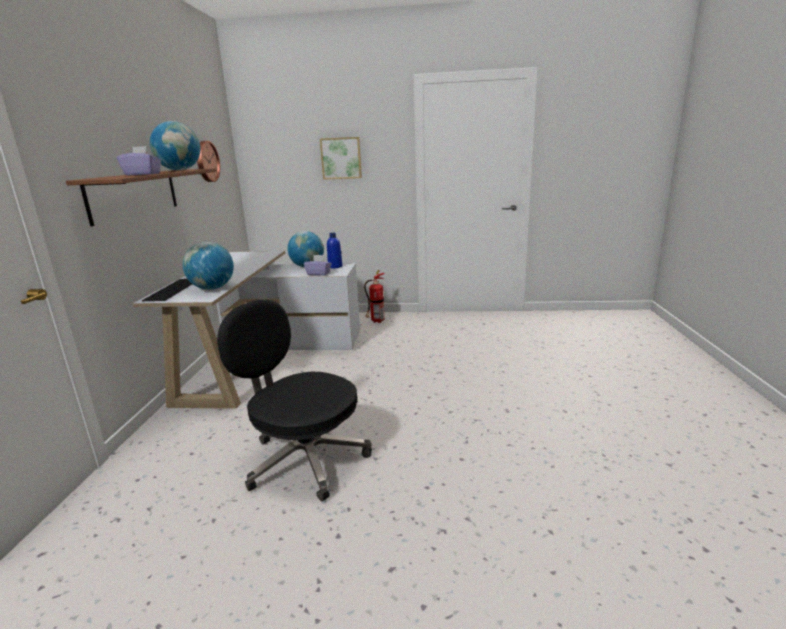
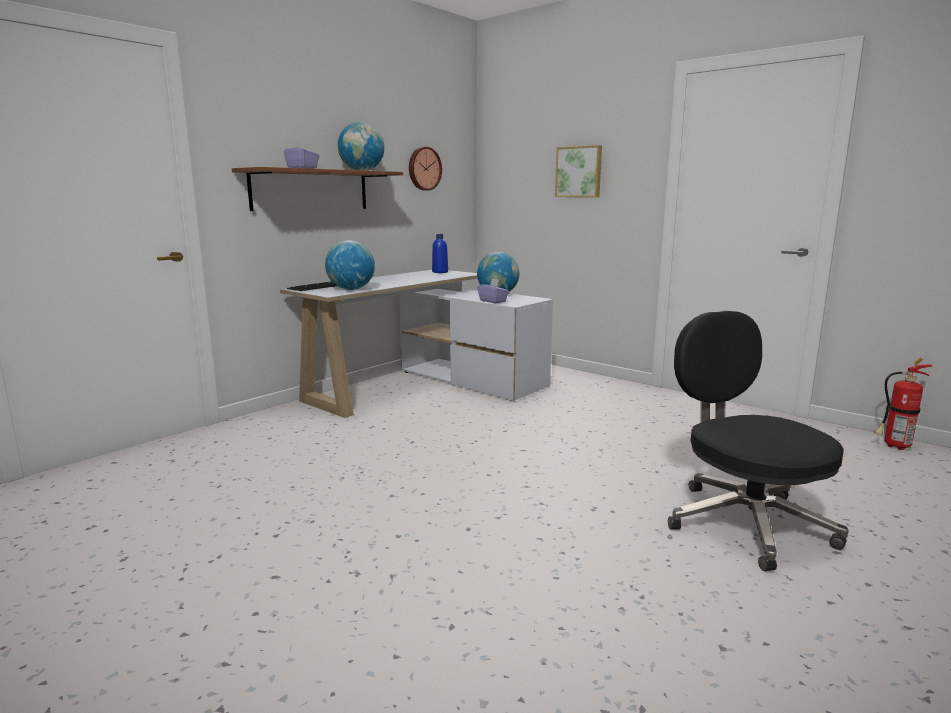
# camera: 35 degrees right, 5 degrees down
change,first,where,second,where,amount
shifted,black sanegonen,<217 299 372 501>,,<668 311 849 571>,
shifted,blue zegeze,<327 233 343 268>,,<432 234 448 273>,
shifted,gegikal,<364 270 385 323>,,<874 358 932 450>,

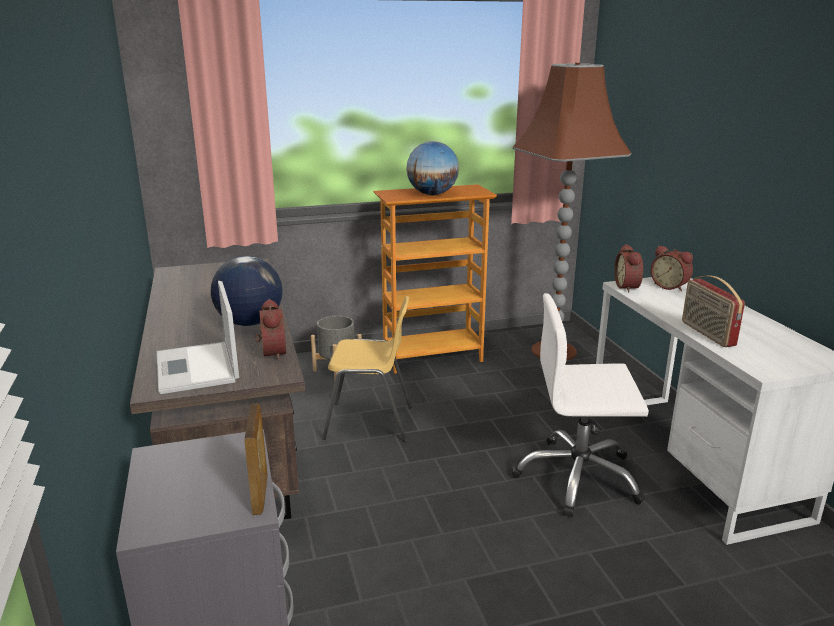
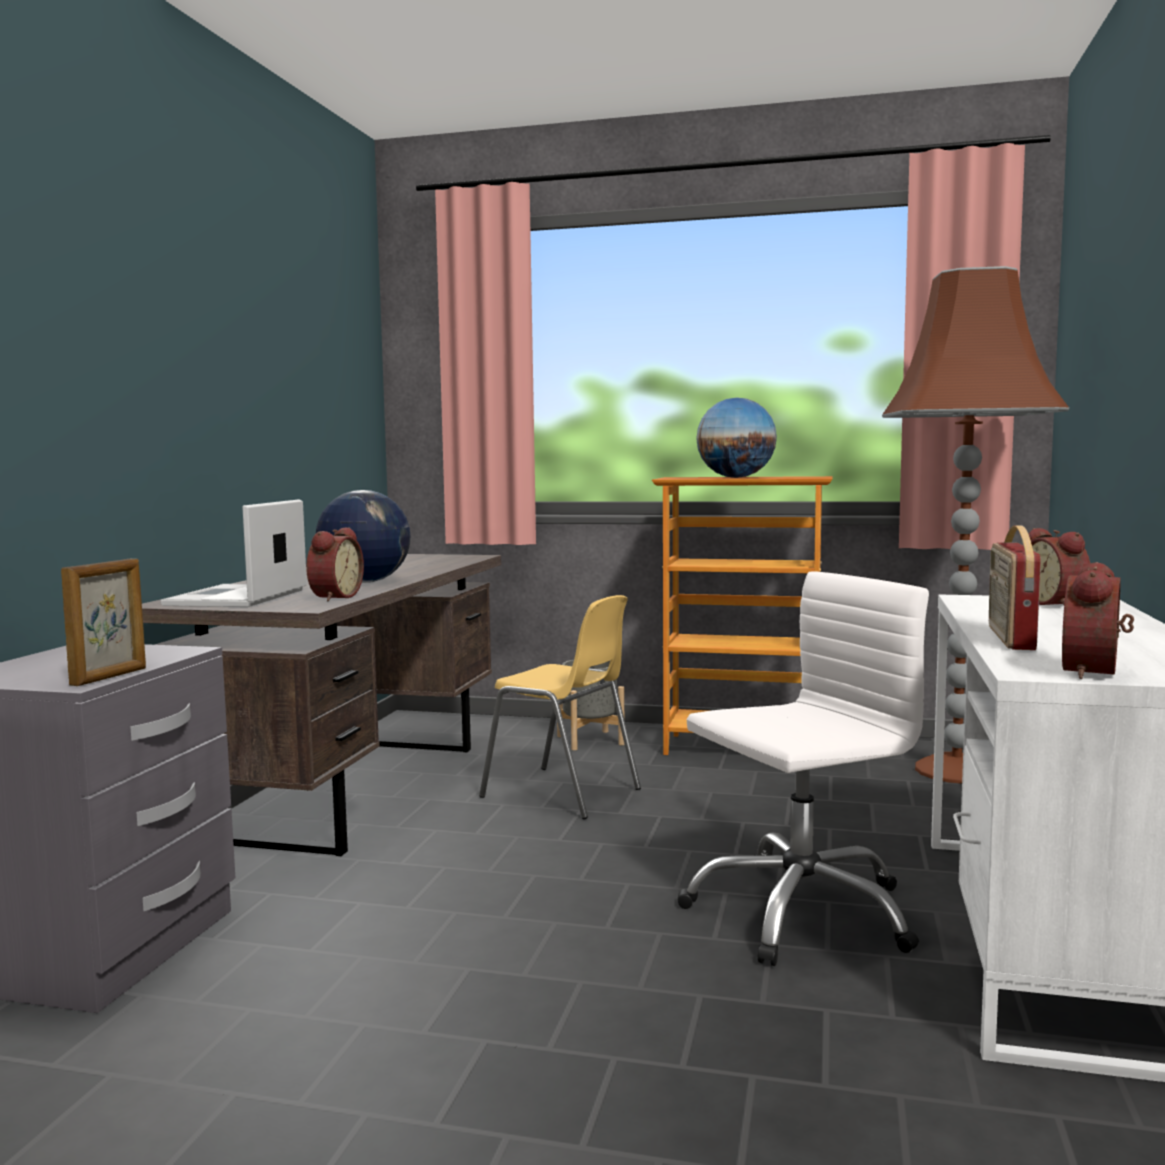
# camera: 30 degrees right, 15 degrees down
change,first,where,second,where,amount
rotated,white sanegonen,<512 293 649 517>,,<677 571 929 966>,120 degrees clockwise
shifted,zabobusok,<614 244 643 293>,,<1062 562 1134 679>,

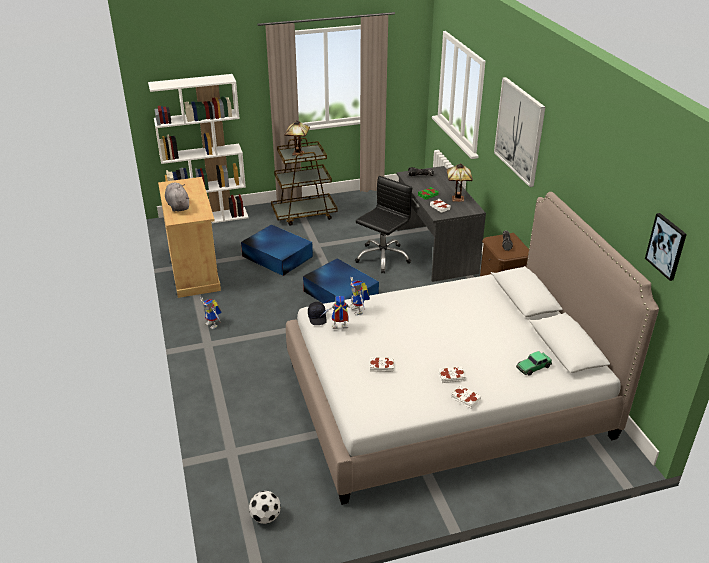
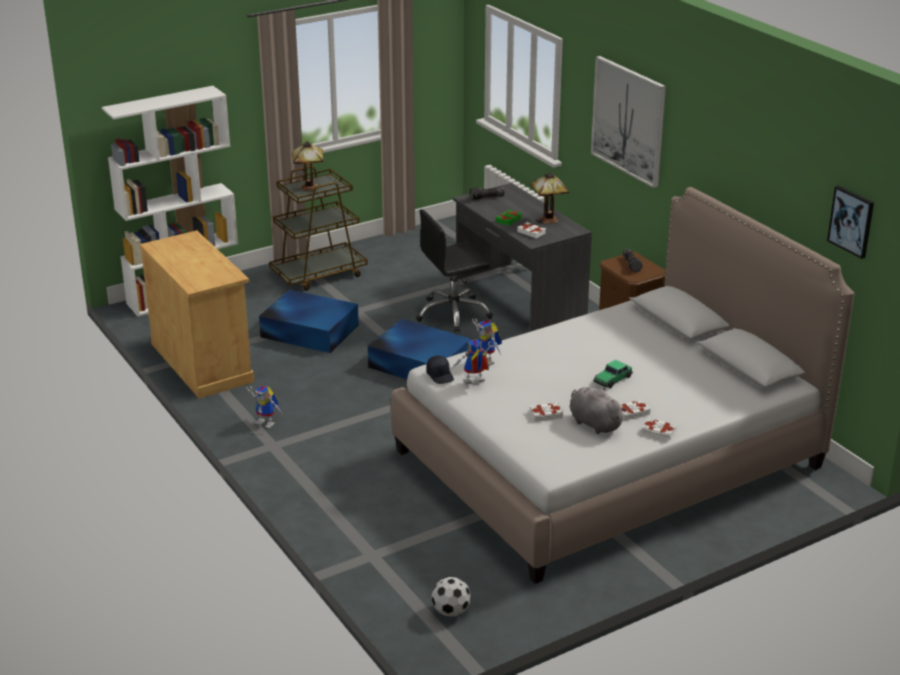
# camera: 15 degrees left, 5 degrees down
change,first,where,second,where,amount
shifted,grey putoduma,<165 183 189 212>,,<569 387 627 434>,
rotated,black sanegonen,<355 176 412 273>,,<416 209 493 332>,135 degrees counterclockwise
shifted,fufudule,<516 351 552 376>,,<594 360 633 388>,

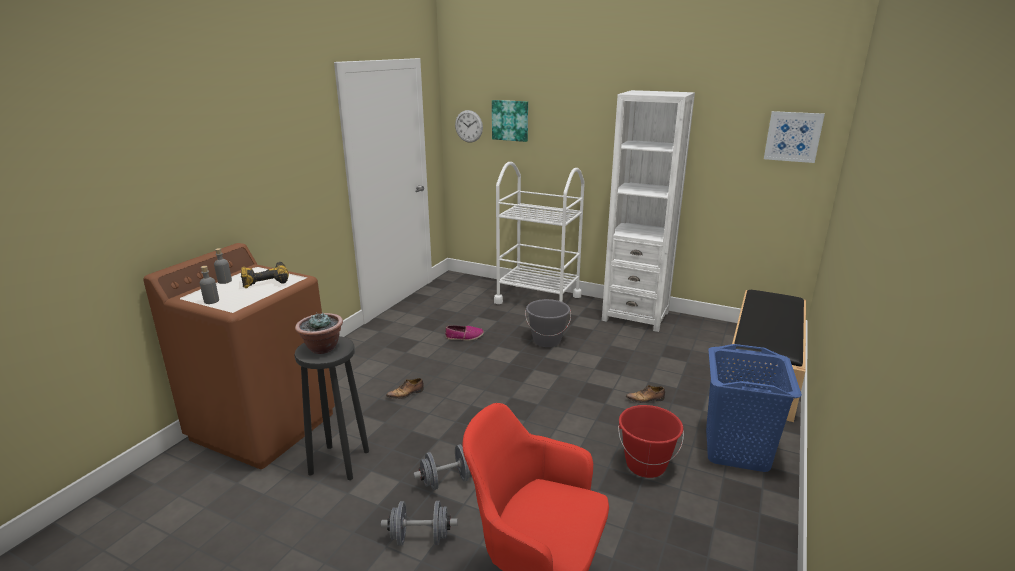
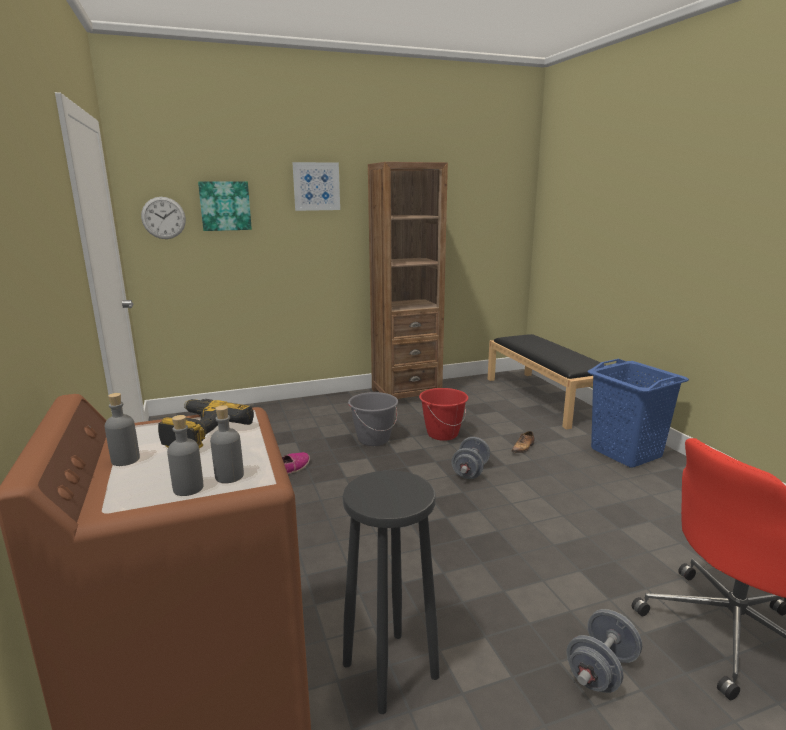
# camera: 45 degrees left, 5 degrees down
change,first,where,second,where,amount
gone,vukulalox,<295 312 343 354>,,,
gone,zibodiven,<386 378 424 399>,,,
shifted,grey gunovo,<413 444 471 490>,,<451 437 490 479>,
gone,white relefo,<494 162 585 304>,,,
repainted,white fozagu,<602 90 695 332>,brown fozagu,<368 162 448 399>,
shifted,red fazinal,<618 405 684 478>,,<419 388 468 441>,
shifted,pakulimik,<764 111 825 163>,,<292 162 340 211>,
new,,,grey zegeze,<210 405 244 483>,

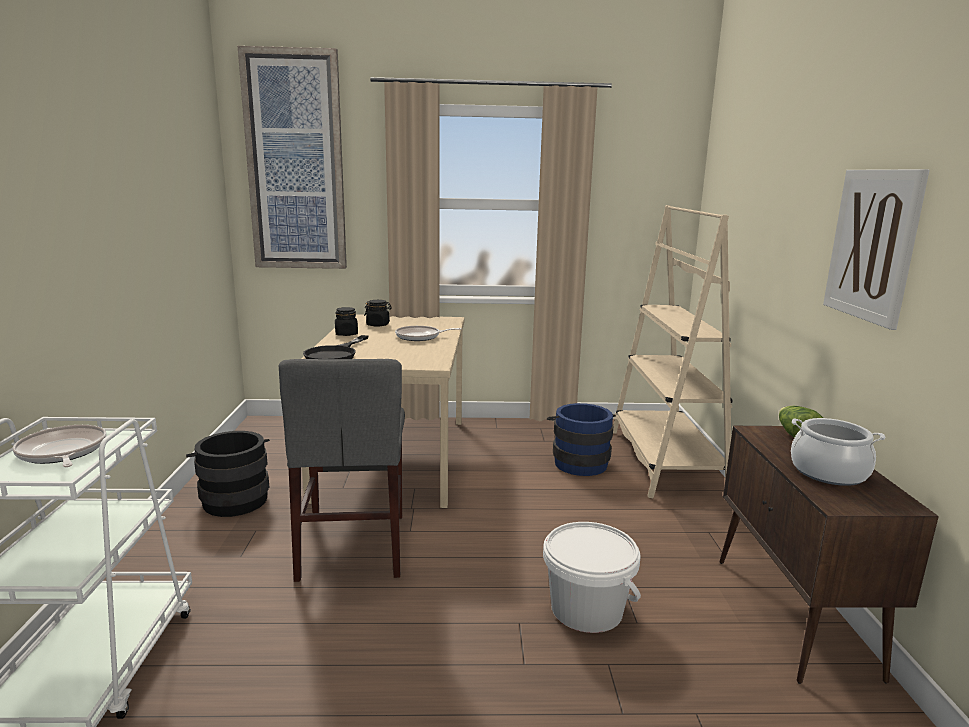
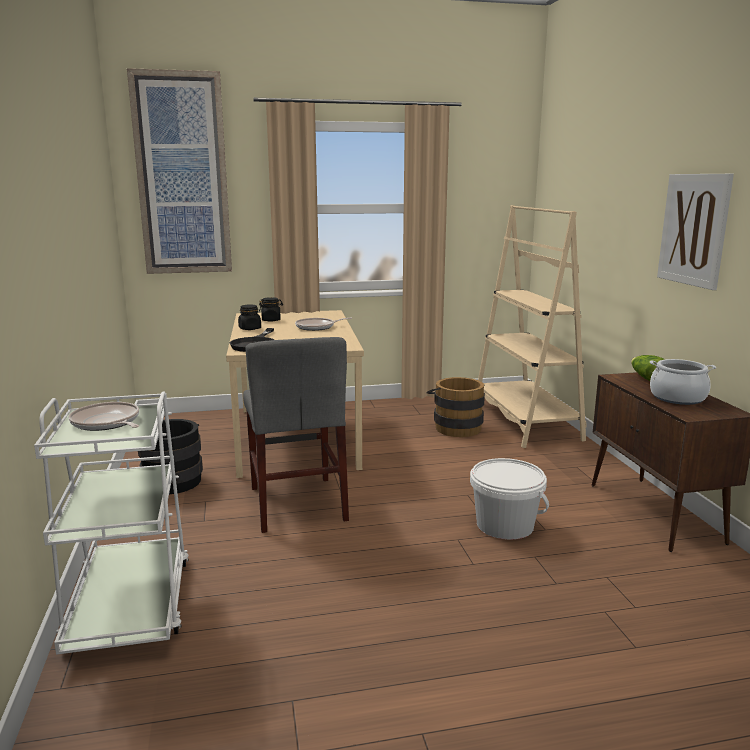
# camera: 10 degrees left, 0 degrees up
change,first,where,second,where,amount
repainted,blue fazinal,<547 403 616 476>,brown fazinal,<427 377 485 437>,

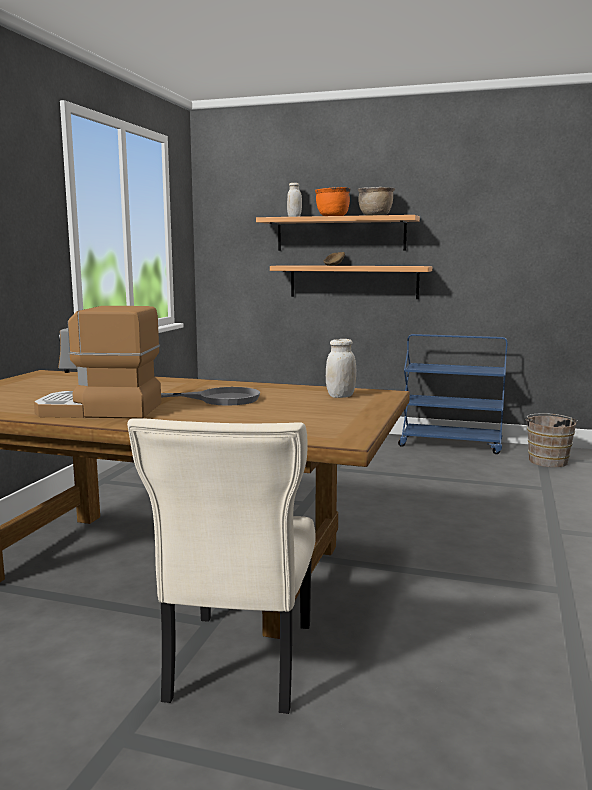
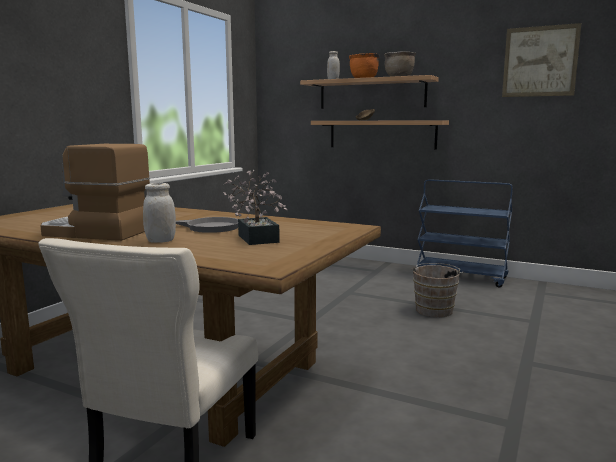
# camera: 10 degrees right, 0 degrees up
change,first,where,second,where,amount
shifted,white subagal,<326 339 356 398>,,<143 183 176 243>,
shifted,brown fazinal,<525 413 578 467>,,<411 263 463 317>,
new,,,vukulalox,<223 170 287 245>,
new,,,pakulimik,<502 23 582 97>,

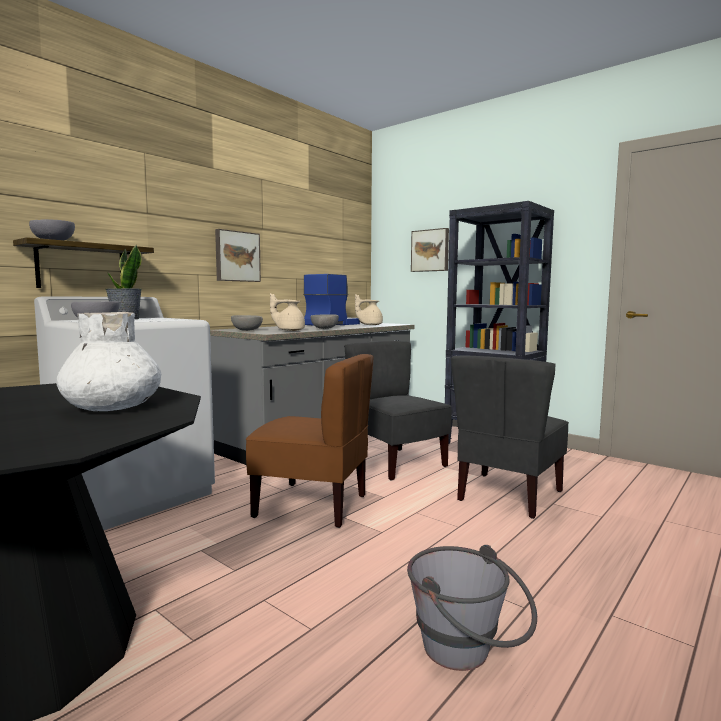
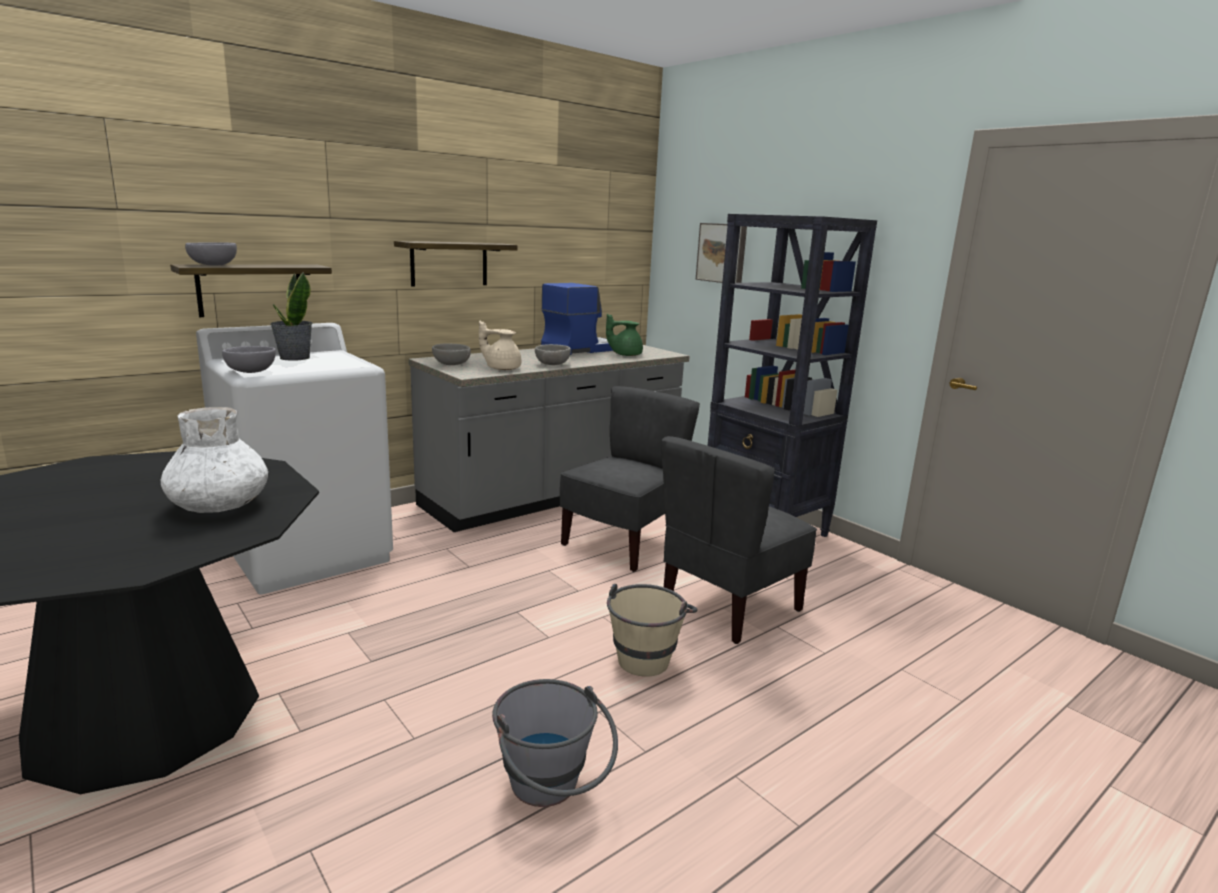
# camera: 10 degrees right, 10 degrees up
change,first,where,second,where,amount
swapped,pakulimik,<215 229 261 282>,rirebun,<394 241 517 287>,
gone,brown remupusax,<246 354 374 528>,,,
rotated,grey remupusax,<344 341 452 481>,,<560 386 700 572>,60 degrees clockwise
repainted,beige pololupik,<355 294 383 325>,green pololupik,<606 314 643 356>,
new,,,beige fazinal,<607 584 697 677>,

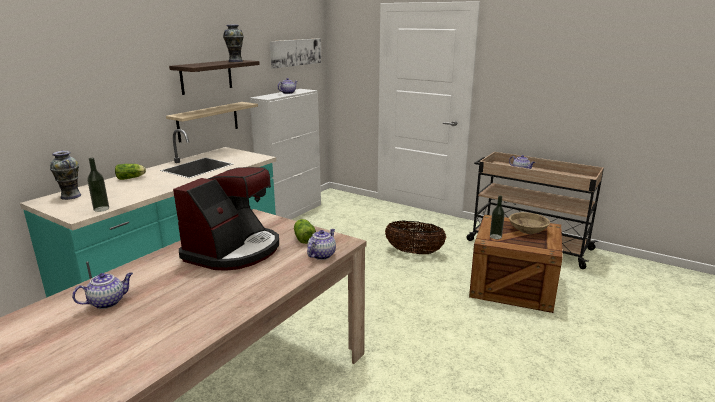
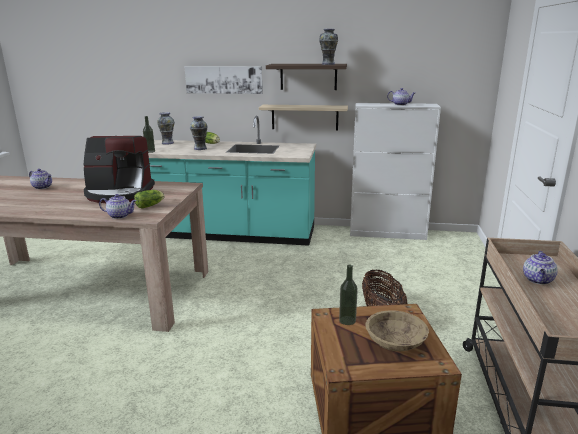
# camera: 65 degrees right, 0 degrees up
change,first,where,second,where,amount
shifted,pakulimik,<270 38 321 69>,,<184 66 263 94>,
new,,,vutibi,<190 116 208 150>,

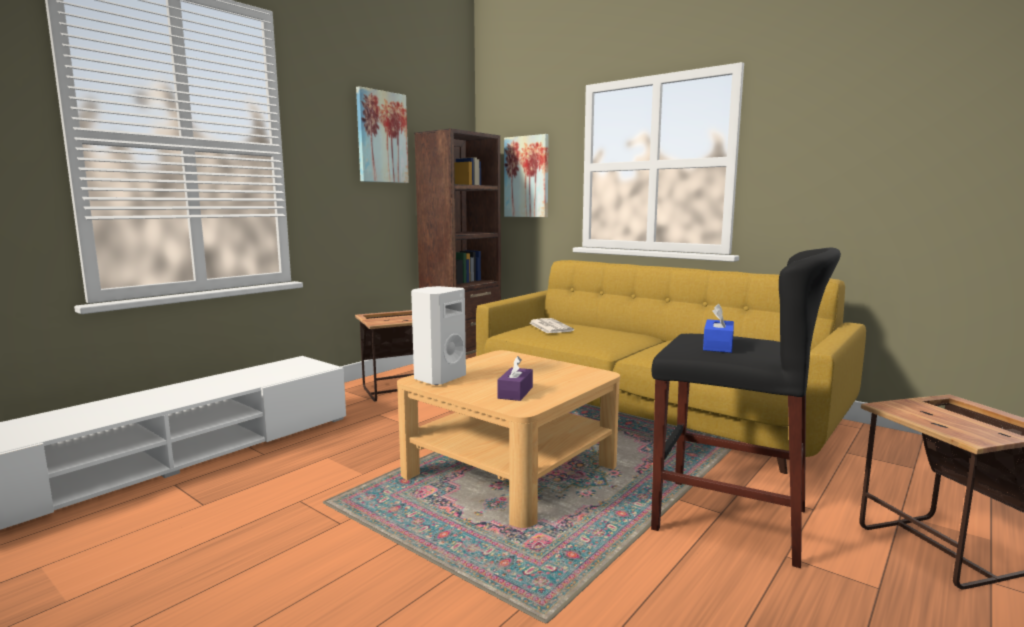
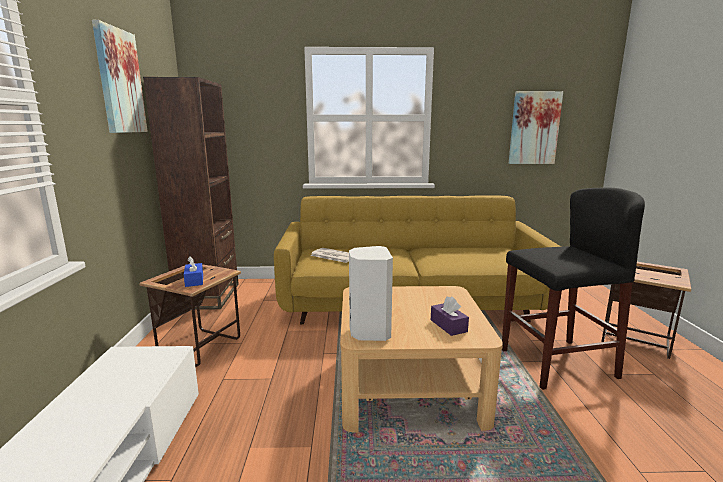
# camera: 40 degrees left, 5 degrees up
change,first,where,second,where,amount
shifted,pakulimik,<504 134 549 217>,,<509 91 563 164>,
shifted,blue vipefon,<703 304 734 353>,,<184 256 203 287>,

